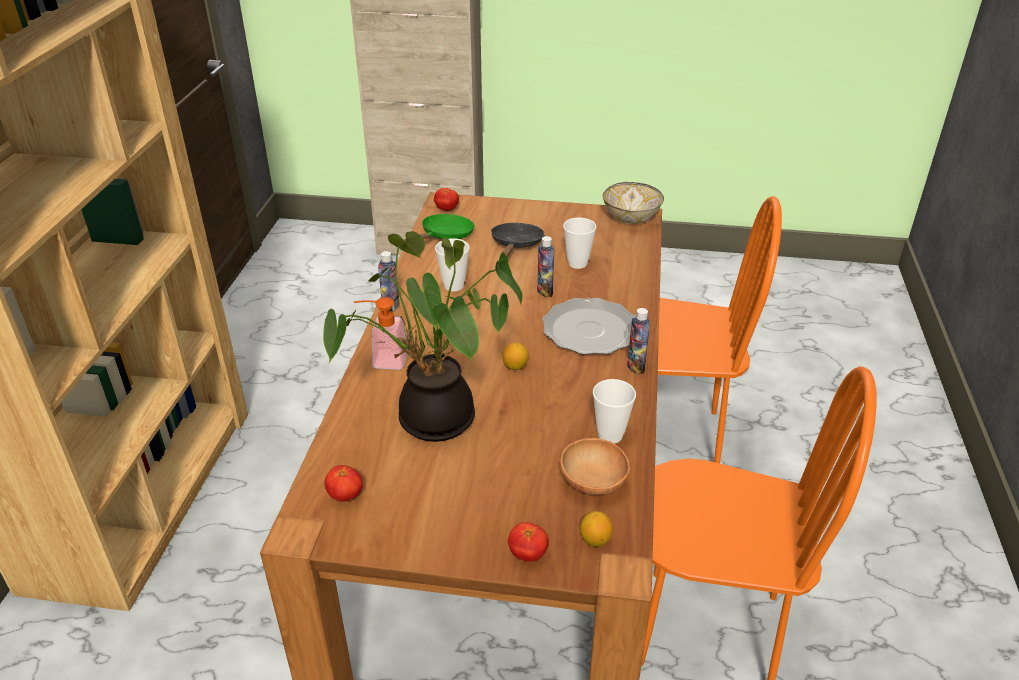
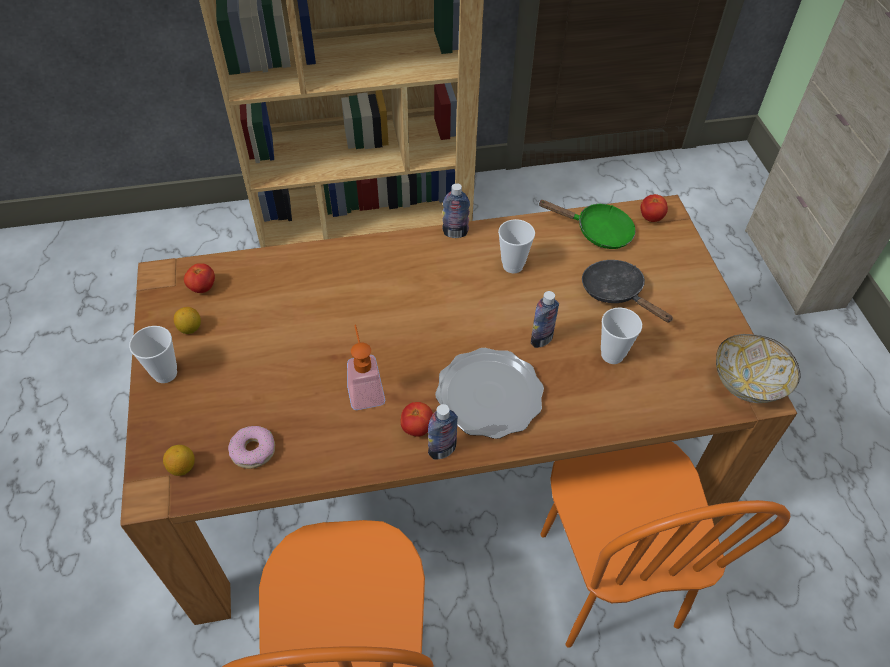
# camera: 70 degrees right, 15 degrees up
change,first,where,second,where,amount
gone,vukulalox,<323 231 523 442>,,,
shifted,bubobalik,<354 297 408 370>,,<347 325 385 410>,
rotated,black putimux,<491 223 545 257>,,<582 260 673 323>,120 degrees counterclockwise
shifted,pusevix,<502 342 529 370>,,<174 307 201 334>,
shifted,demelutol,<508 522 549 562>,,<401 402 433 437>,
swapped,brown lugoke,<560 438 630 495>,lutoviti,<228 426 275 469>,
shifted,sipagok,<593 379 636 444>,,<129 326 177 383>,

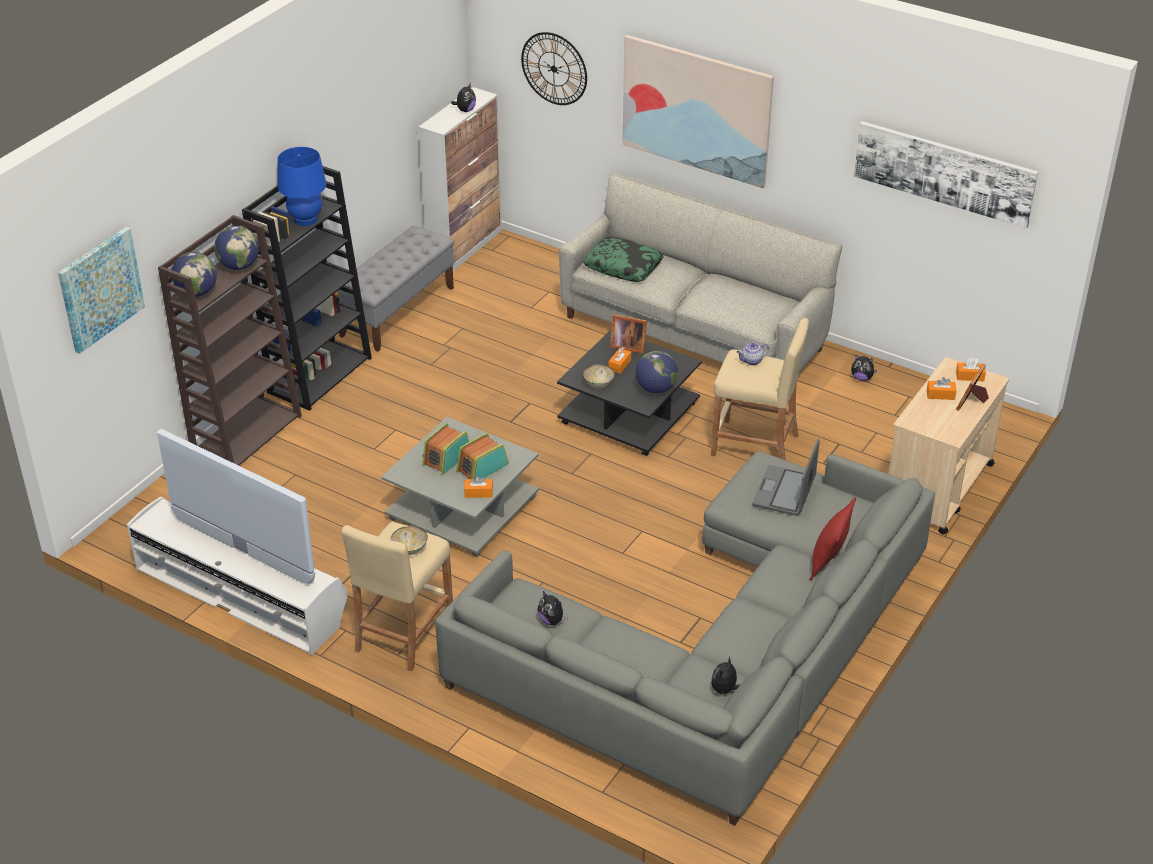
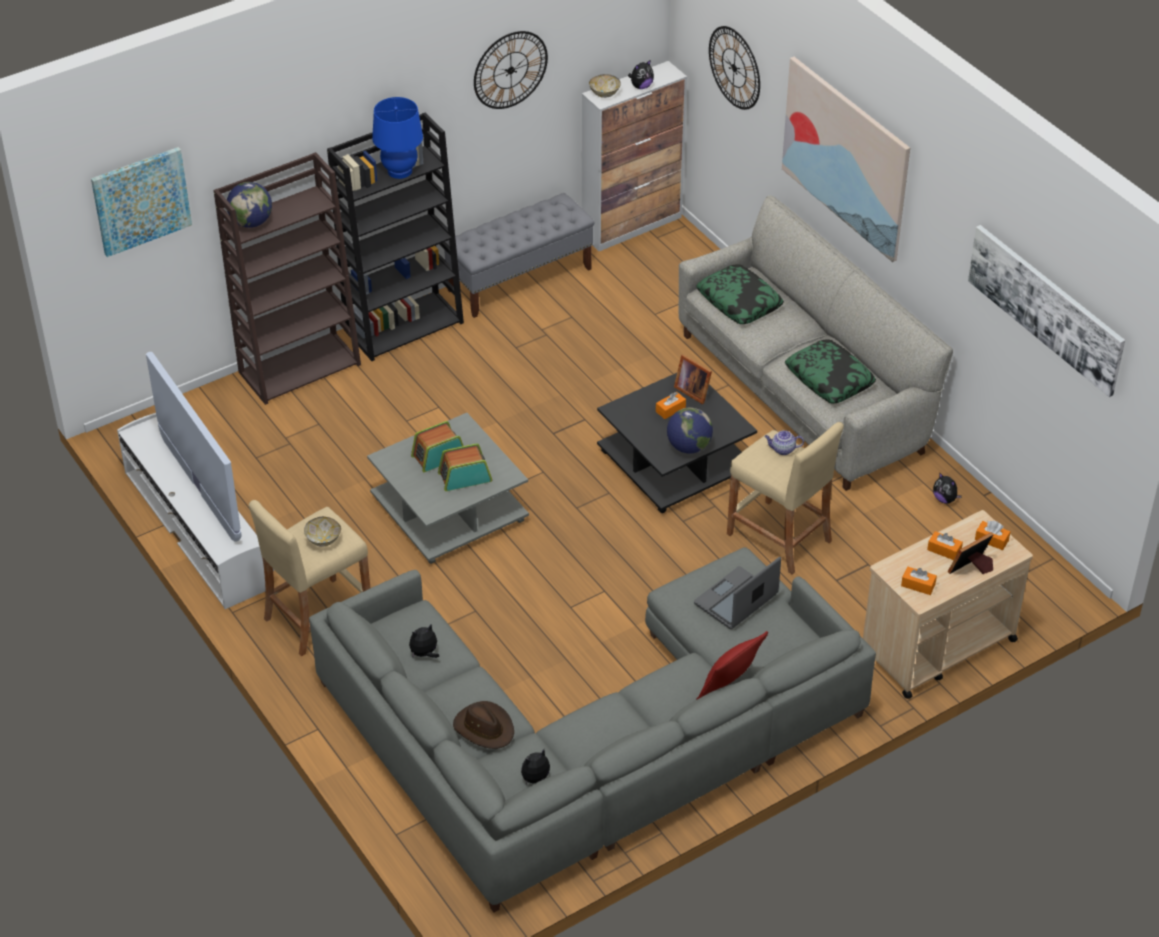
# camera: 25 degrees right, 5 degrees up
change,first,where,second,where,amount
gone,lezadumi,<214 226 259 270>,,,
shifted,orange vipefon,<464 476 493 498>,,<901 566 937 595>,
rotated,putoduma,<538 591 568 625>,,<409 624 439 658>,75 degrees clockwise
shifted,lugoke,<583 364 615 388>,,<589 74 621 98>,
new,,,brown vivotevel,<453 701 514 749>,
new,,,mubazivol,<474 31 548 109>,
new,,,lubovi,<785 339 876 403>,

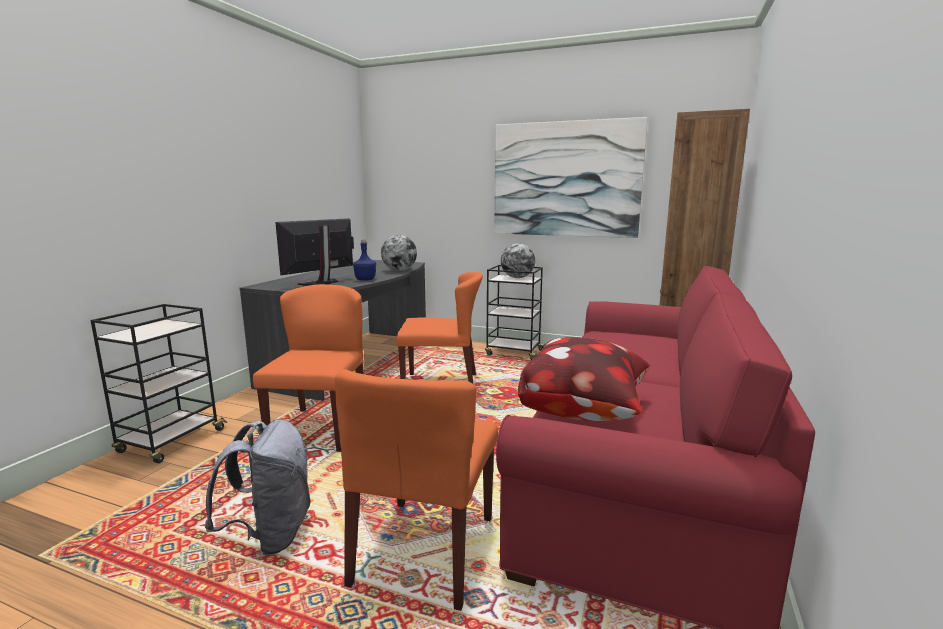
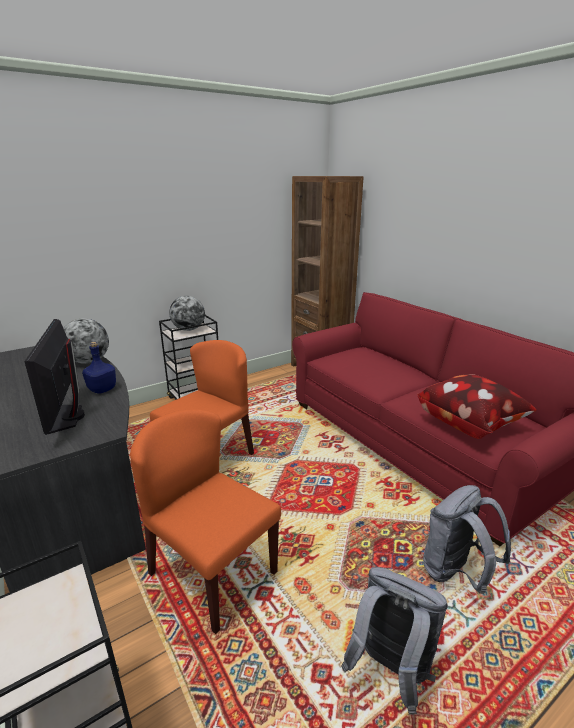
# camera: 55 degrees left, 10 degrees up
change,first,where,second,where,amount
swapped,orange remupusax,<335 369 498 611>,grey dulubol,<423 485 511 594>,
gone,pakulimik,<494 117 648 238>,,,

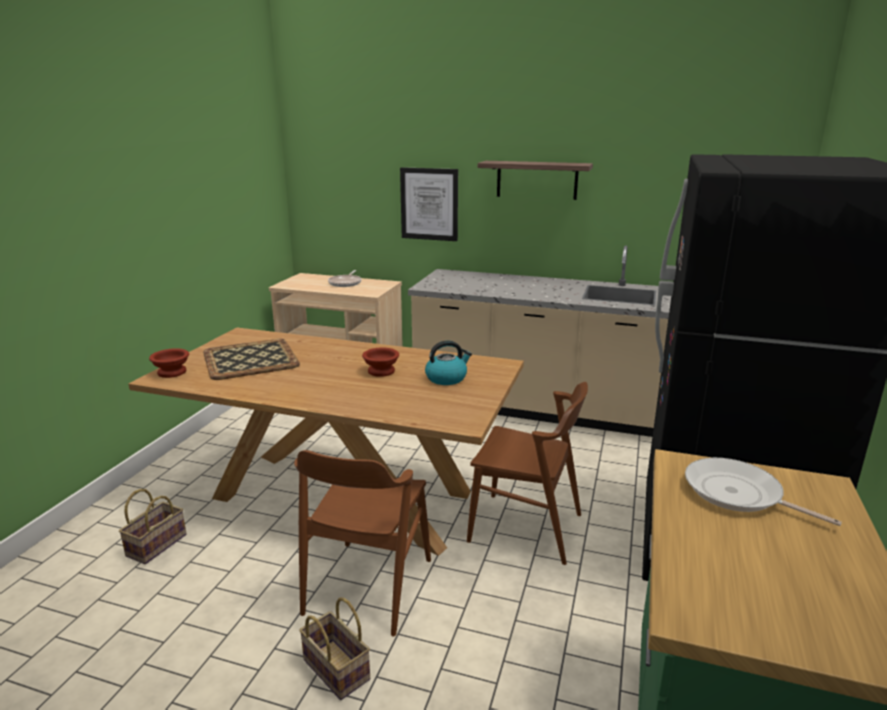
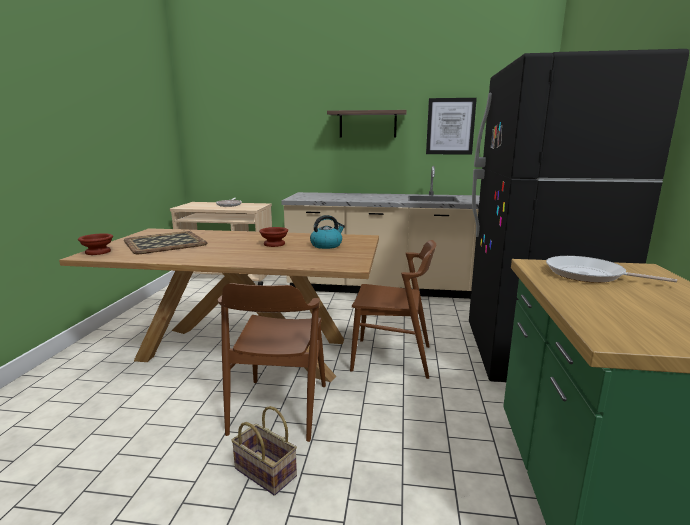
# camera: 10 degrees left, 5 degrees down
change,first,where,second,where,amount
gone,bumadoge,<119 489 187 564>,,,
shifted,pakulimik,<400 167 458 241>,,<426 98 477 155>,

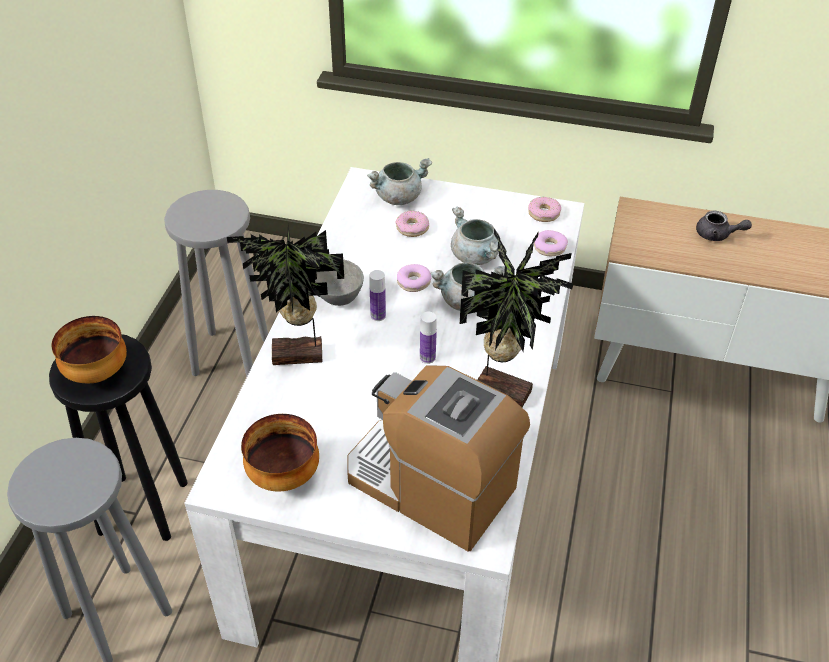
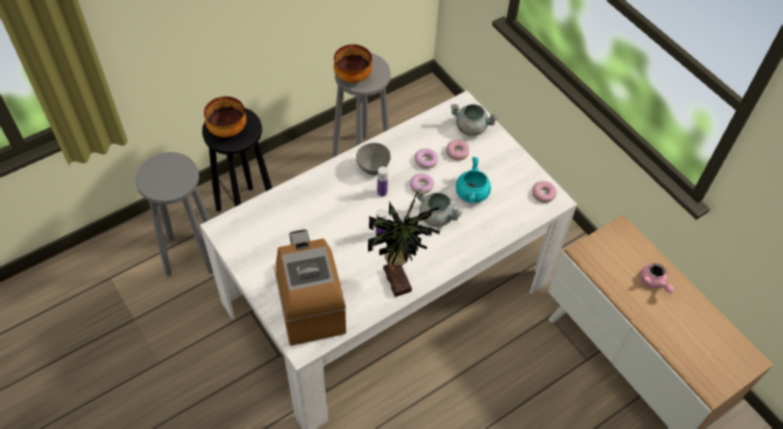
# camera: 40 degrees right, 10 degrees up
change,first,where,second,where,amount
gone,vukulalox,<227 224 344 365>,,,
shifted,lugoke,<241 414 319 491>,,<334 44 372 83>,
repainted,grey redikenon,<451 207 501 265>,turquoise redikenon,<456 157 491 203>,
shifted,lutoviti,<534 230 568 256>,,<415 148 438 169>,
repainted,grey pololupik,<696 211 752 241>,pink pololupik,<641 263 674 293>,

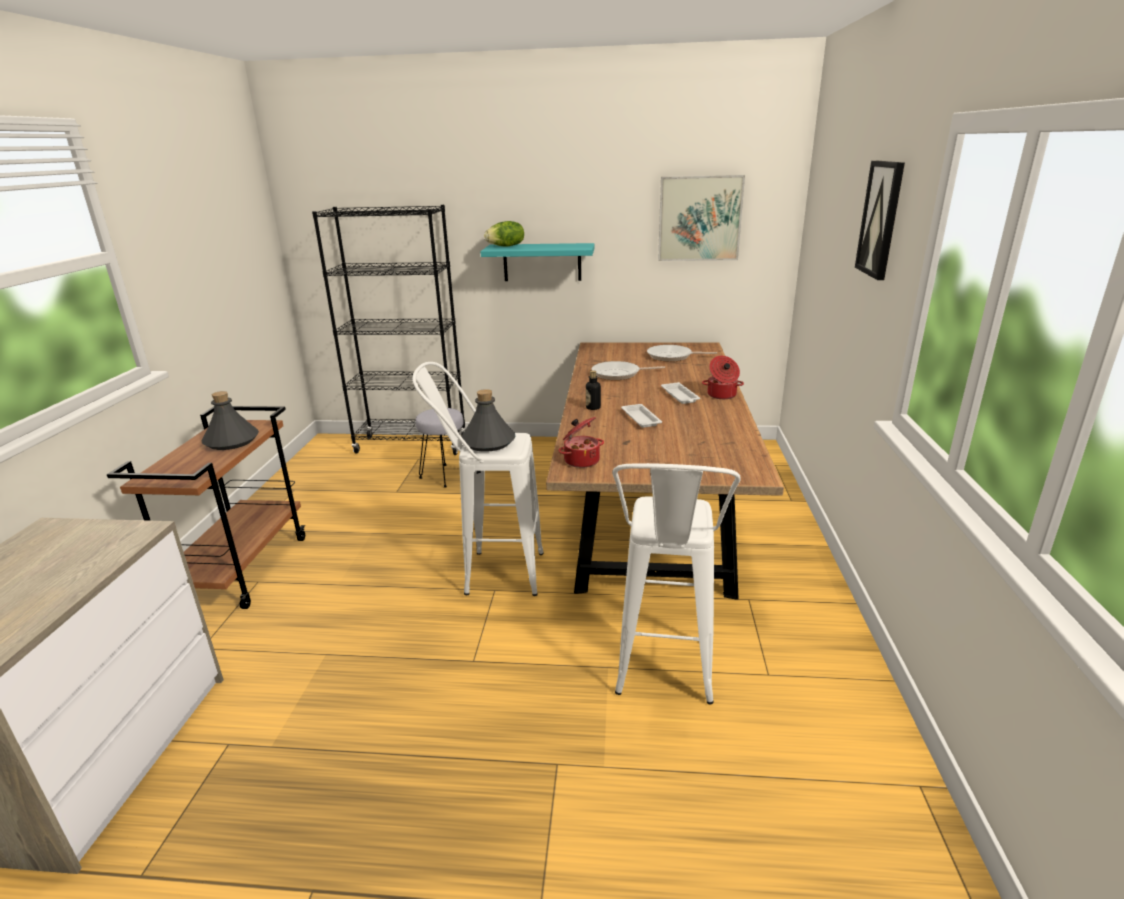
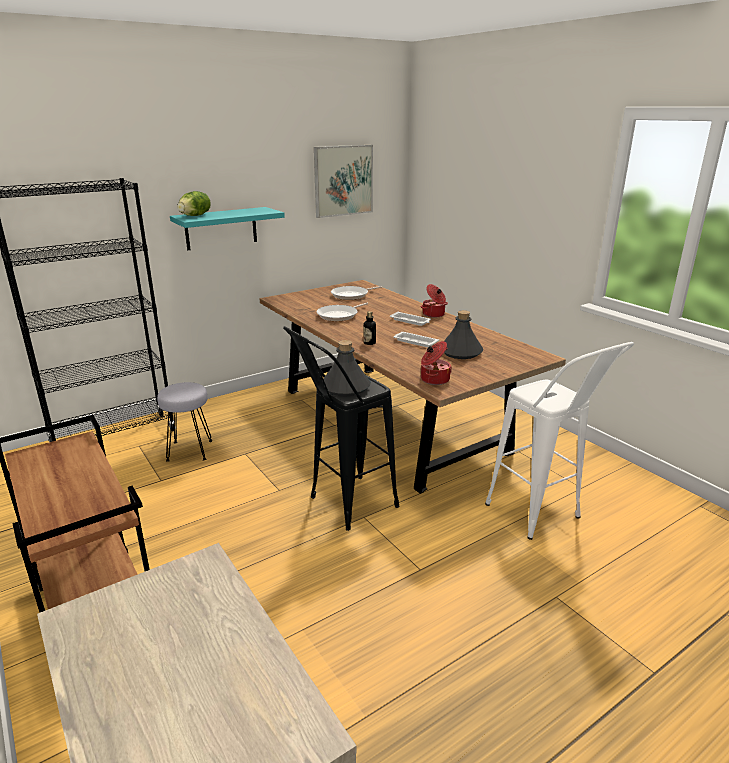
# camera: 40 degrees left, 0 degrees up
change,first,where,second,where,amount
shifted,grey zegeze,<202 391 259 450>,,<444 310 483 359>,
repainted,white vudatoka,<412 362 544 596>,black vudatoka,<283 326 399 531>,
gone,pakulimik,<855 161 905 280>,,,

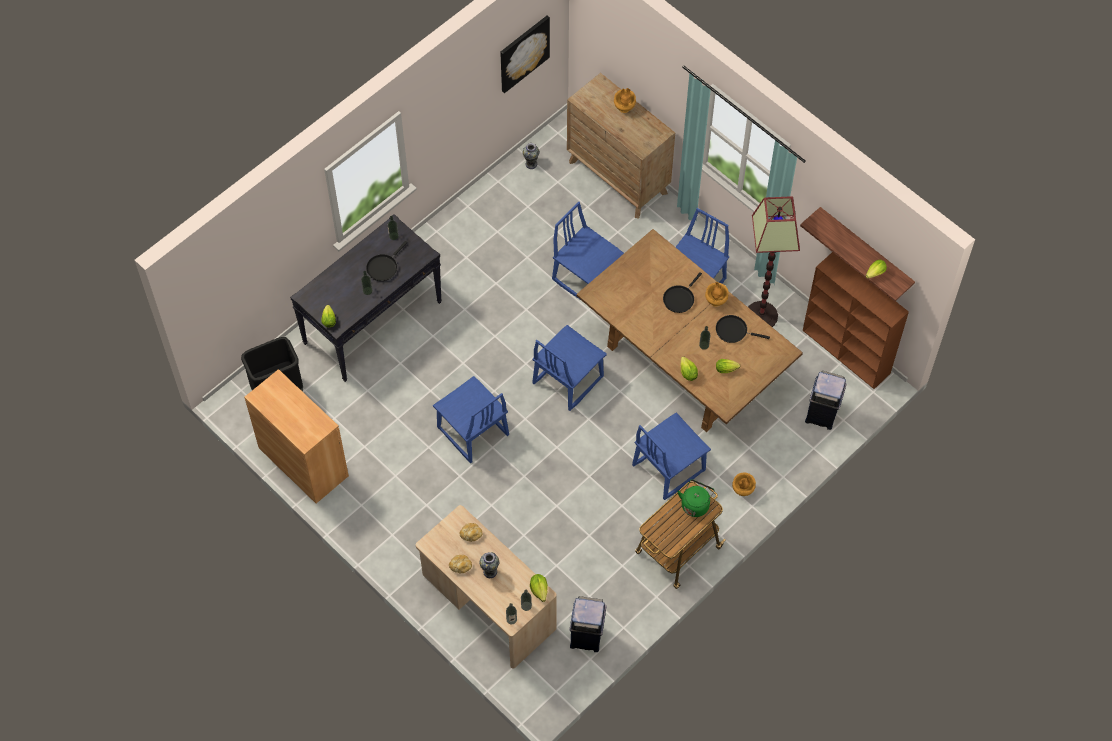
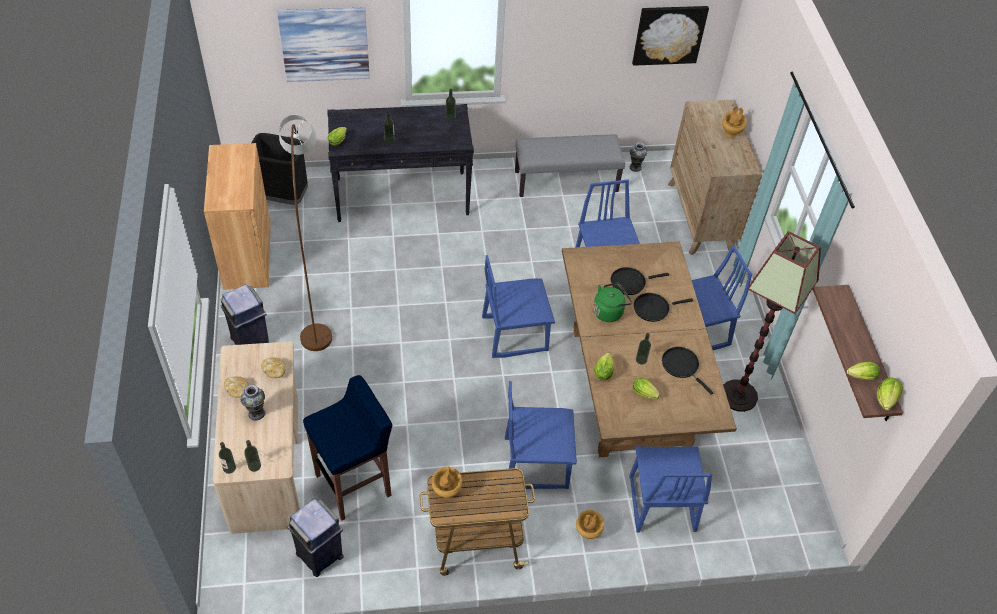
# camera: 35 degrees right, 10 degrees down
change,first,where,second,where,amount
shifted,black putimux,<366 241 407 281>,,<611 267 669 295>,
shifted,blue remupusax,<433 376 509 463>,,<629 446 712 532>,
shifted,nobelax,<530 574 548 602>,,<877 377 903 411>,
shifted,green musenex,<677 480 715 517>,,<593 282 632 322>,
shifted,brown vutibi,<705 282 728 307>,,<432 466 462 498>,
gone,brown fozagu,<803 252 909 389>,,,
shifted,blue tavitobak,<805 371 846 430>,,<221 284 269 345>,
new,,,pakulimik,<277 7 370 82>,
new,,,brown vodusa,<279 115 332 351>,
new,,,blue vudatoka,<303 375 392 521>,
new,,,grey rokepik,<515 135 625 197>,

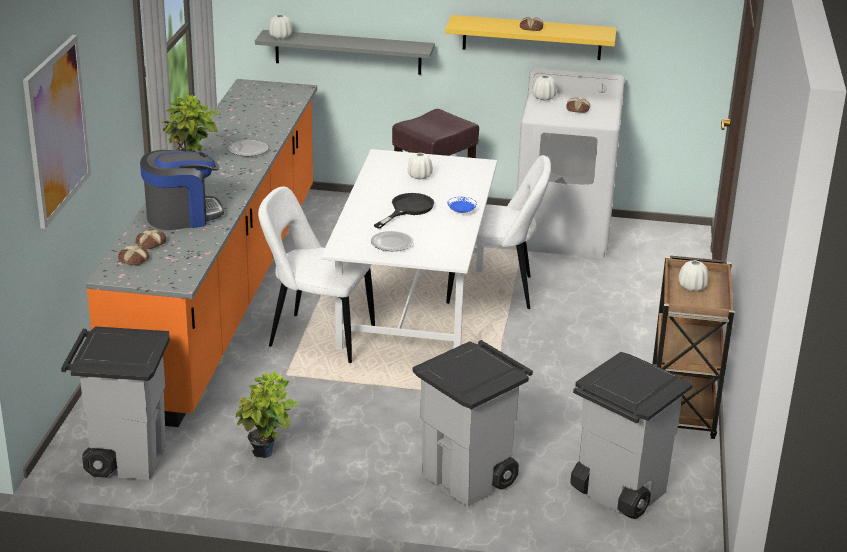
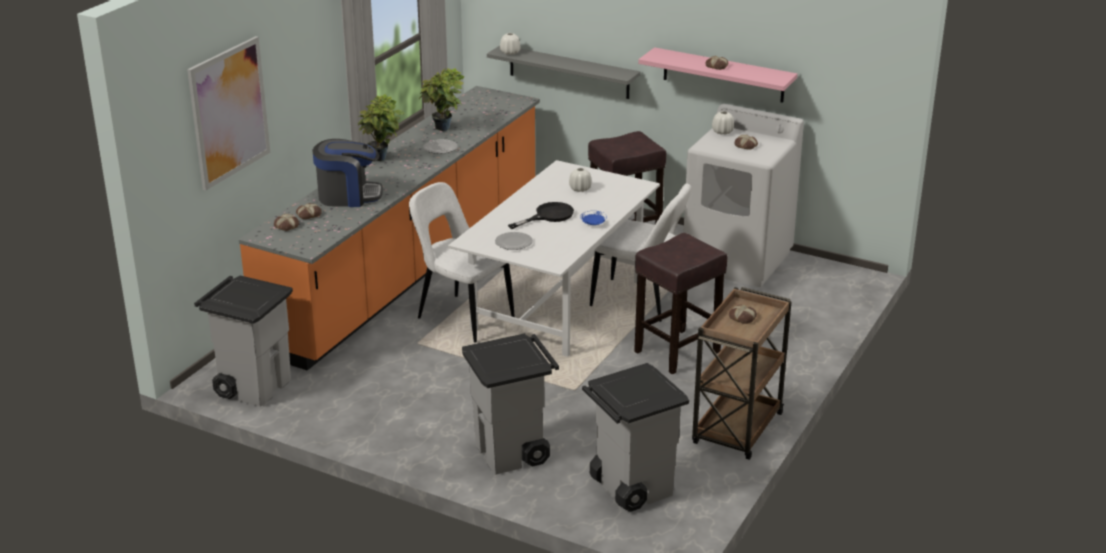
# camera: 20 degrees right, 0 degrees up
change,first,where,second,where,amount
shifted,vukulalox,<236 371 299 458>,,<419 68 464 131>,
repainted,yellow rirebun,<445 15 617 60>,pink rirebun,<638 47 798 103>,
swapped,white vutibi,<679 260 708 292>,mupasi,<729 305 757 324>,
new,,,brown vudatoka,<634 233 728 374>,

